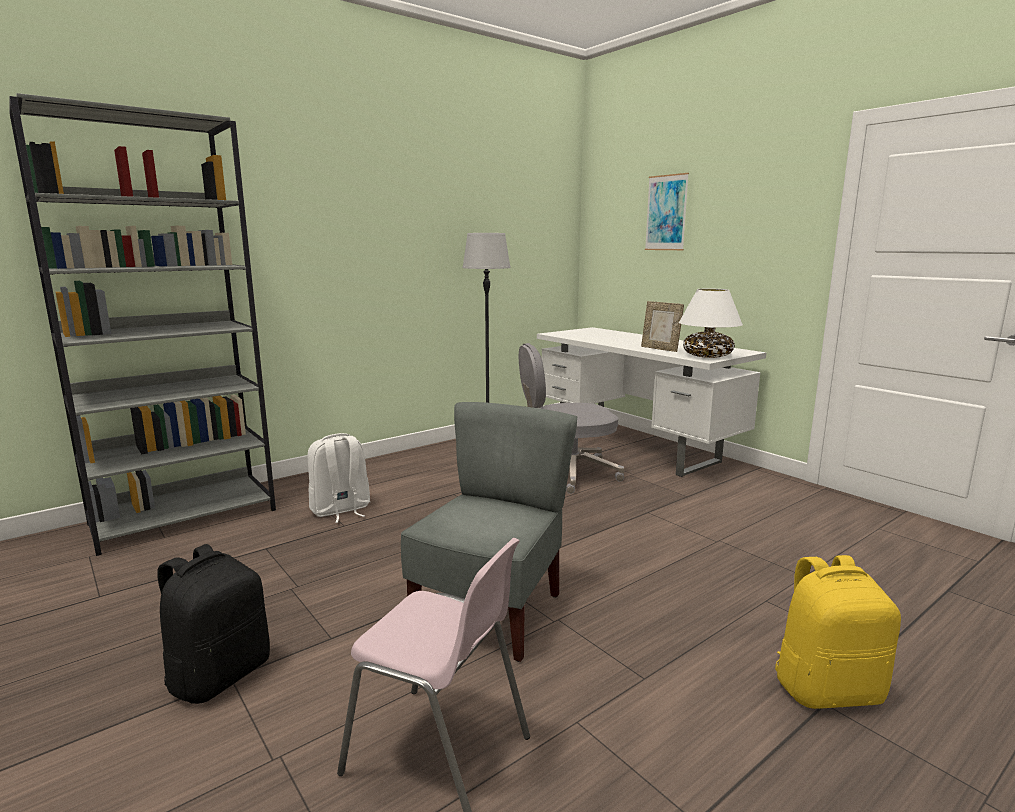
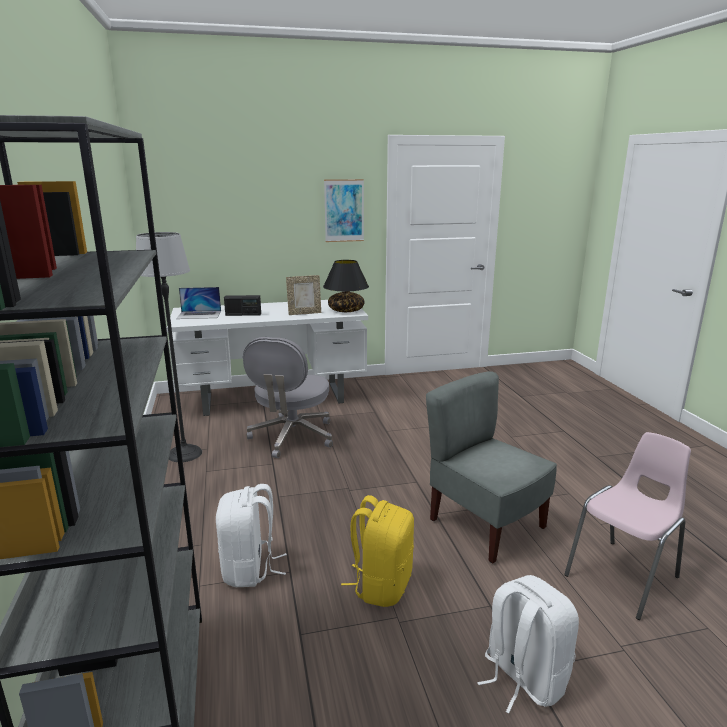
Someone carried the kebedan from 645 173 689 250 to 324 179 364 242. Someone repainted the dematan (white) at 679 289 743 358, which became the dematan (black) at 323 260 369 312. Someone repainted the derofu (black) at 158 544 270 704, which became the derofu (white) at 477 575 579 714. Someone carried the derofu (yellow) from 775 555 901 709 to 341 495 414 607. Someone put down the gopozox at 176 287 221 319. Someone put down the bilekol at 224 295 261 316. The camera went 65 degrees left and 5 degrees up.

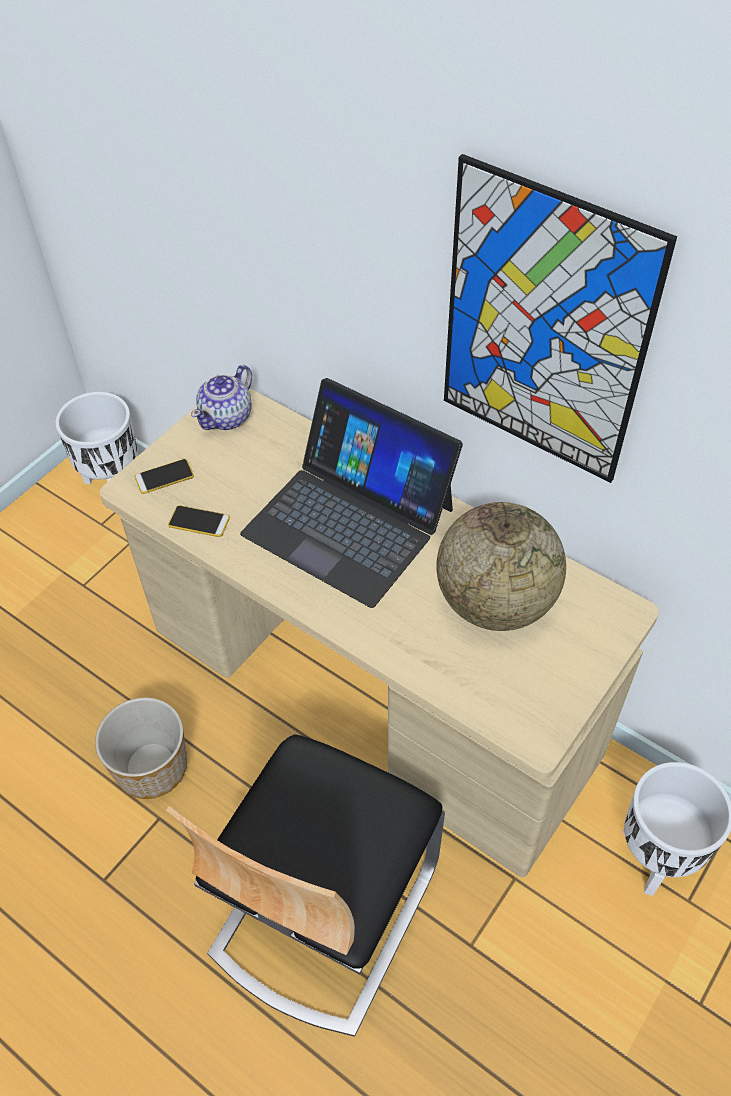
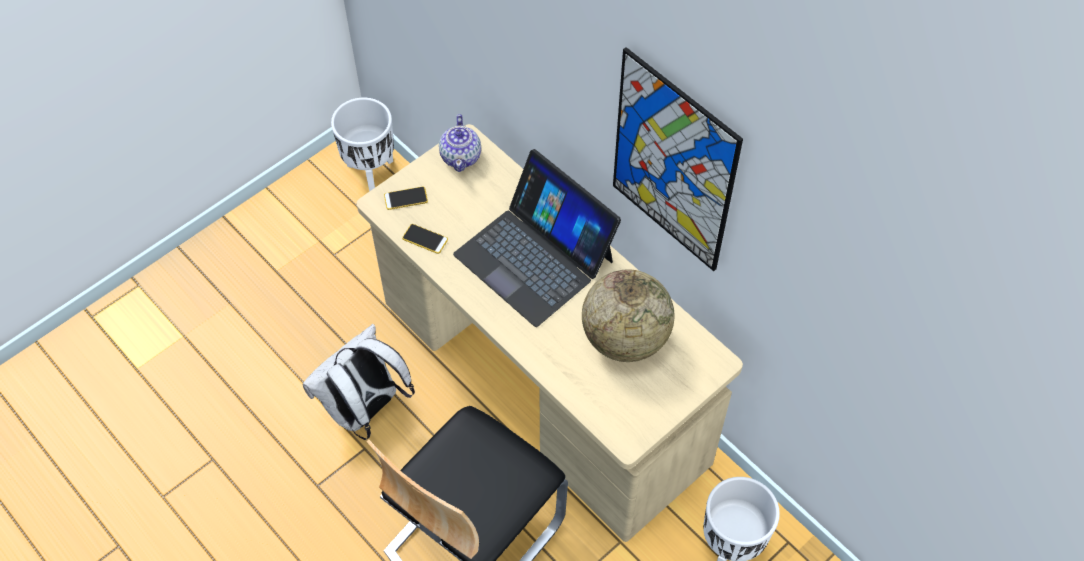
Someone rotated the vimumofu at 191 365 252 430 by 45 degrees counterclockwise. Someone swapped the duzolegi at 95 697 187 799 for the derofu (white) at 303 324 415 440. The camera went 10 degrees right and 5 degrees up.

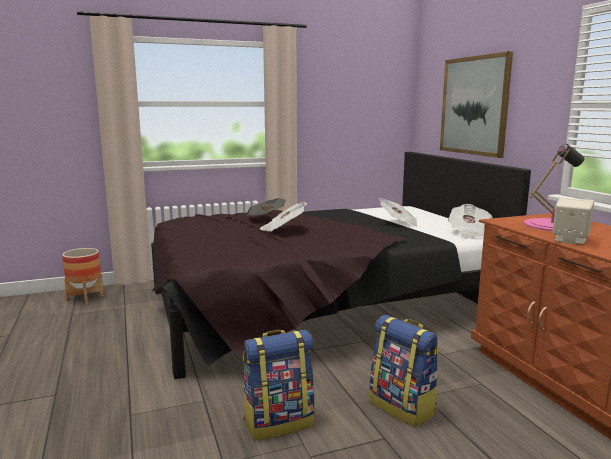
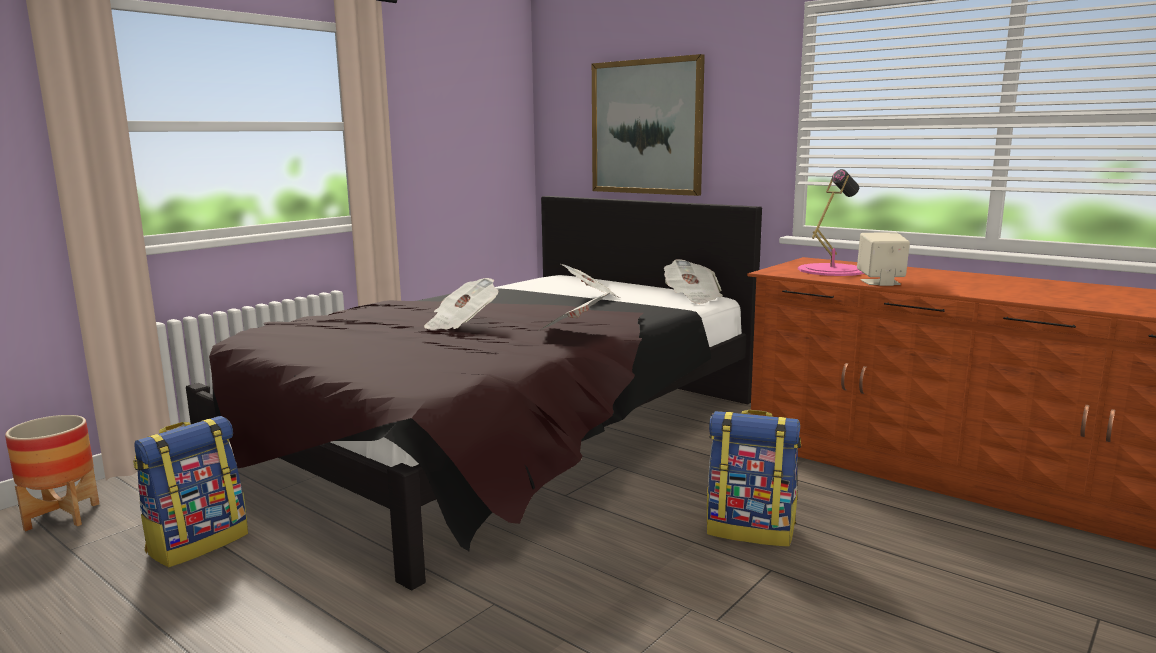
Someone carried the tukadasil from 246 198 286 216 to 538 292 610 331. Someone carried the derofu from 243 330 315 440 to 133 416 248 567. The camera went 30 degrees left and 0 degrees up.

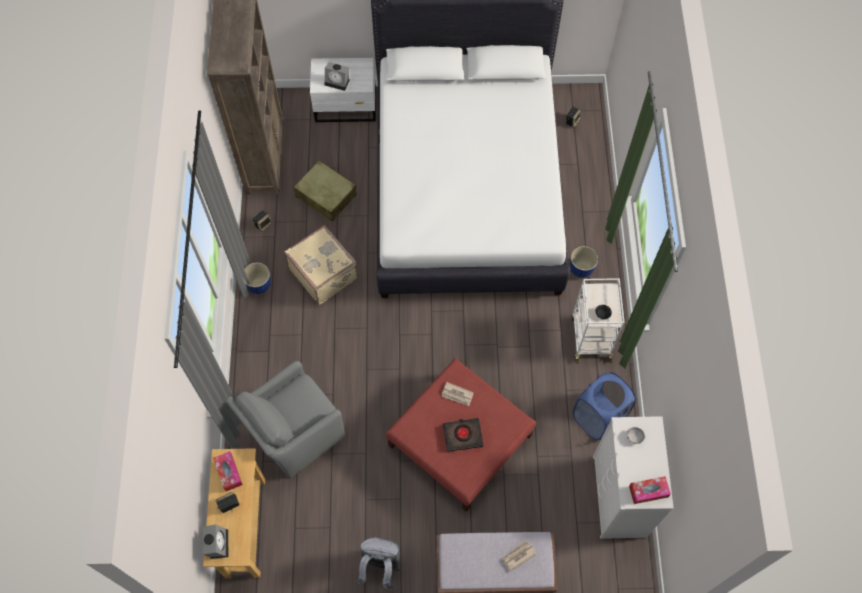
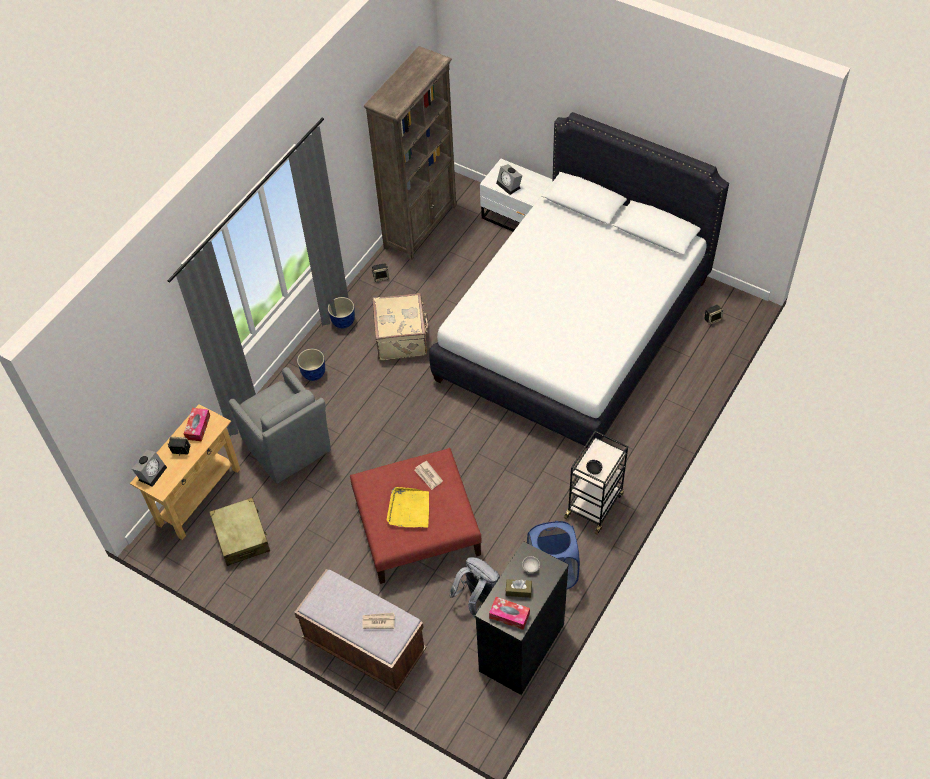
Someone carried the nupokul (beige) from 294 161 357 222 to 210 497 270 566. Someone carried the duzolegi from 570 246 598 278 to 297 349 325 381. Someone repainted the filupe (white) at 571 278 625 364, which became the filupe (black) at 564 431 628 535. Someone rotated the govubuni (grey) at 226 361 345 478 by 120 degrees counterclockwise. Someone repainted the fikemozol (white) at 593 416 674 539, which became the fikemozol (black) at 475 541 569 695. Someone swapped the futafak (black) at 443 418 484 452 for the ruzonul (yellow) at 386 487 429 528. Someone carried the derofu (grey) from 357 536 401 591 to 449 557 500 618. Someone put down the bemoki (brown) at 506 579 532 598. The camera went 35 degrees right and 10 degrees down.

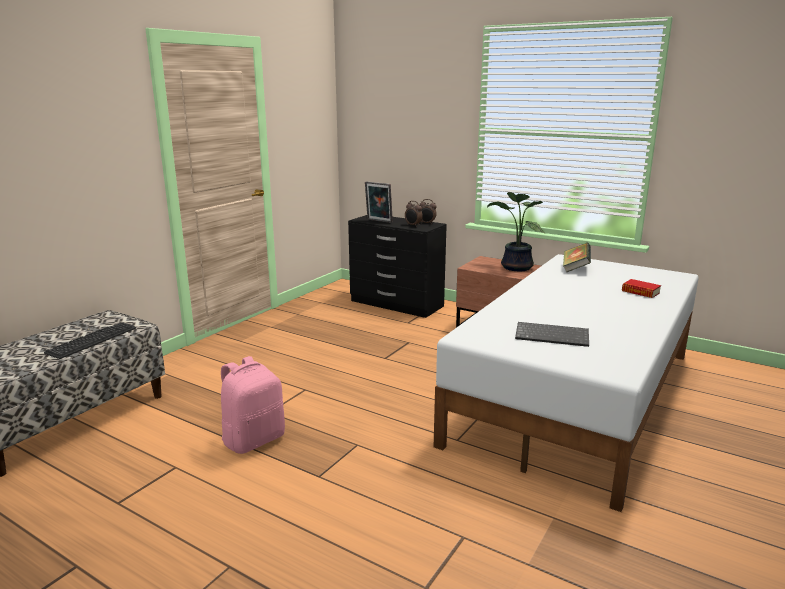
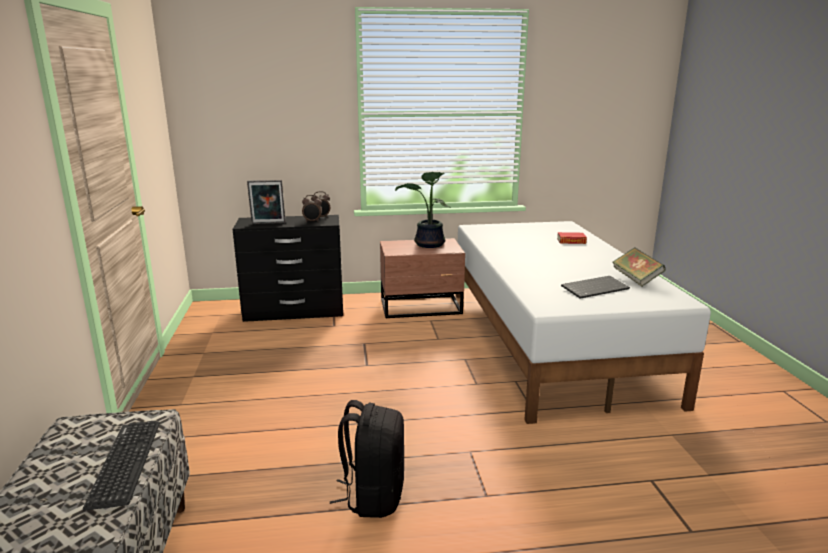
Someone carried the futafak from 563 243 591 273 to 613 247 666 286. Someone repainted the derofu (pink) at 221 356 285 454, which became the derofu (black) at 330 400 404 518. The camera went 40 degrees left and 0 degrees up.

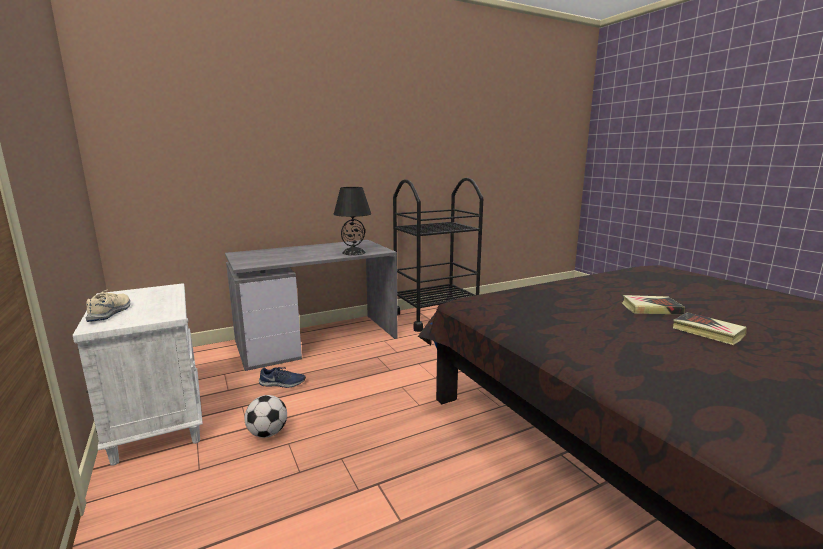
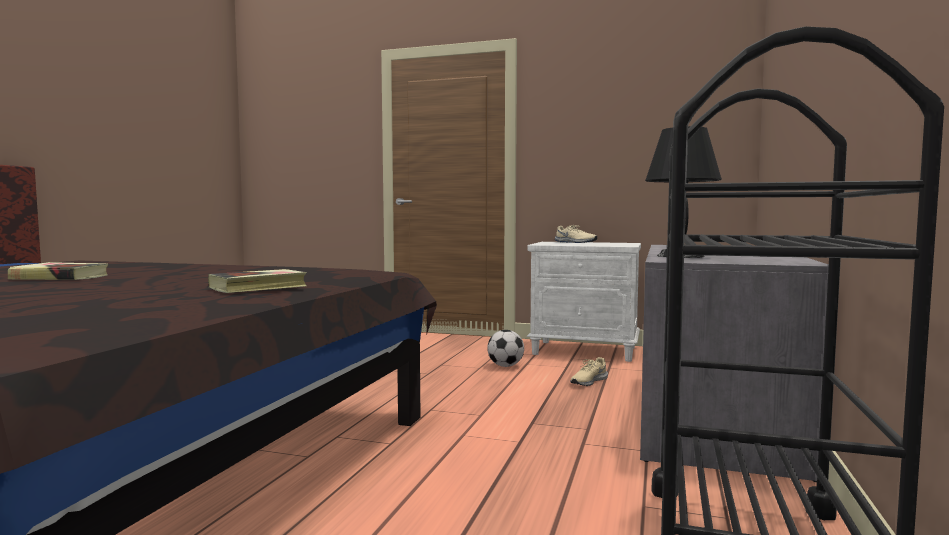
Someone carried the futafak from 622 295 685 314 to 208 269 307 293. Someone repainted the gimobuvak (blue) at 259 367 306 388, which became the gimobuvak (beige) at 570 357 608 386. The camera went 135 degrees right and 10 degrees down.

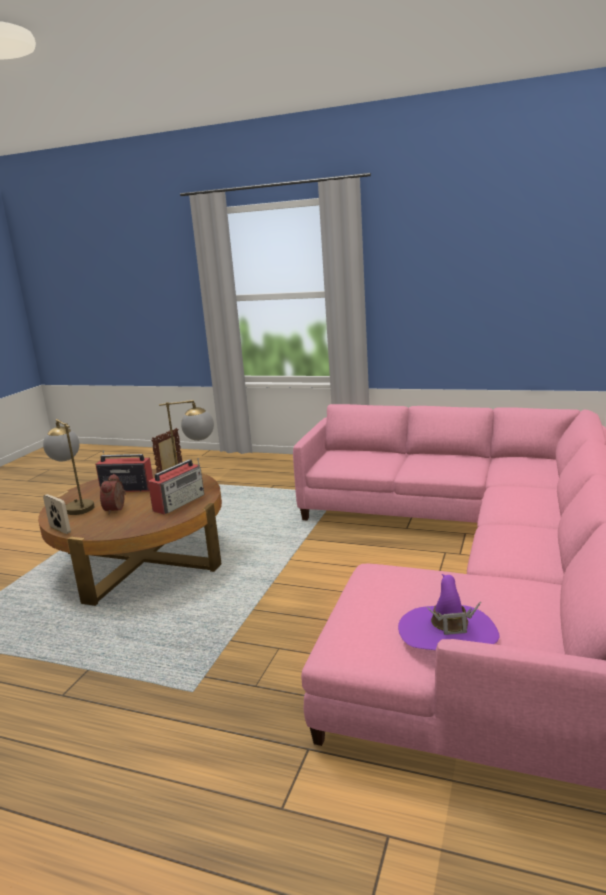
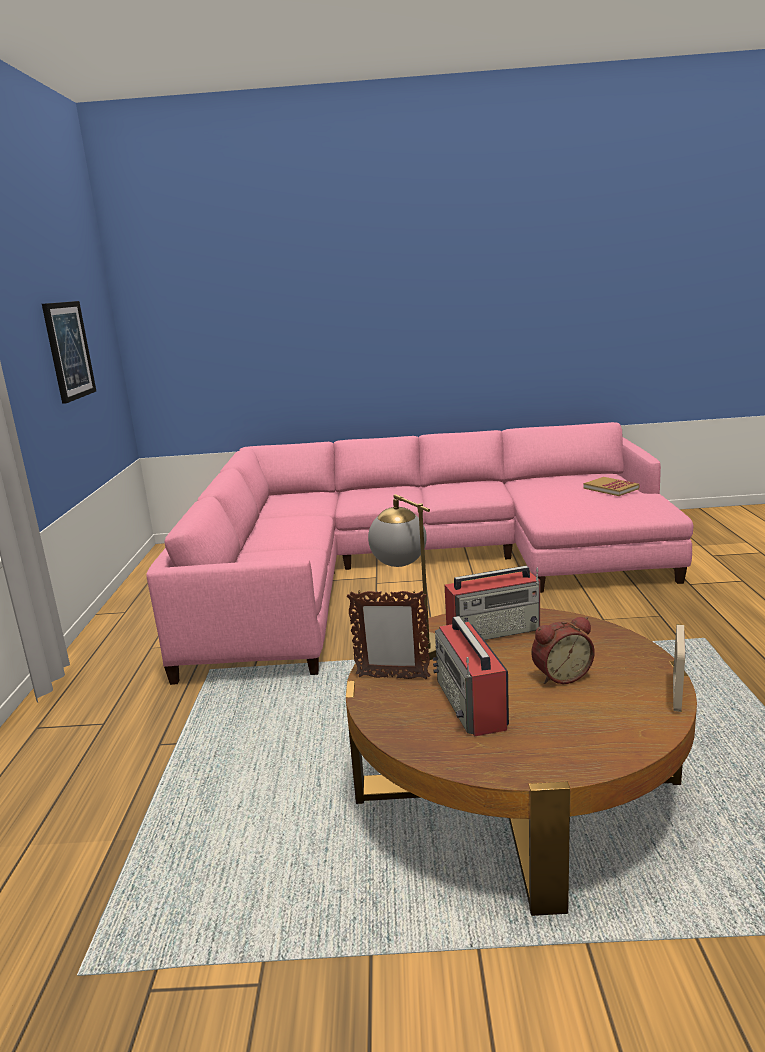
Someone took away the dematan at 43 419 95 515. Someone rotated the bilekol at 148 458 204 515 by 150 degrees clockwise. Someone swapped the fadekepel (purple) at 398 574 500 650 for the futafak at 584 477 640 496. Someone put up the kebedan at 42 301 96 404. The camera went 110 degrees left and 0 degrees up.

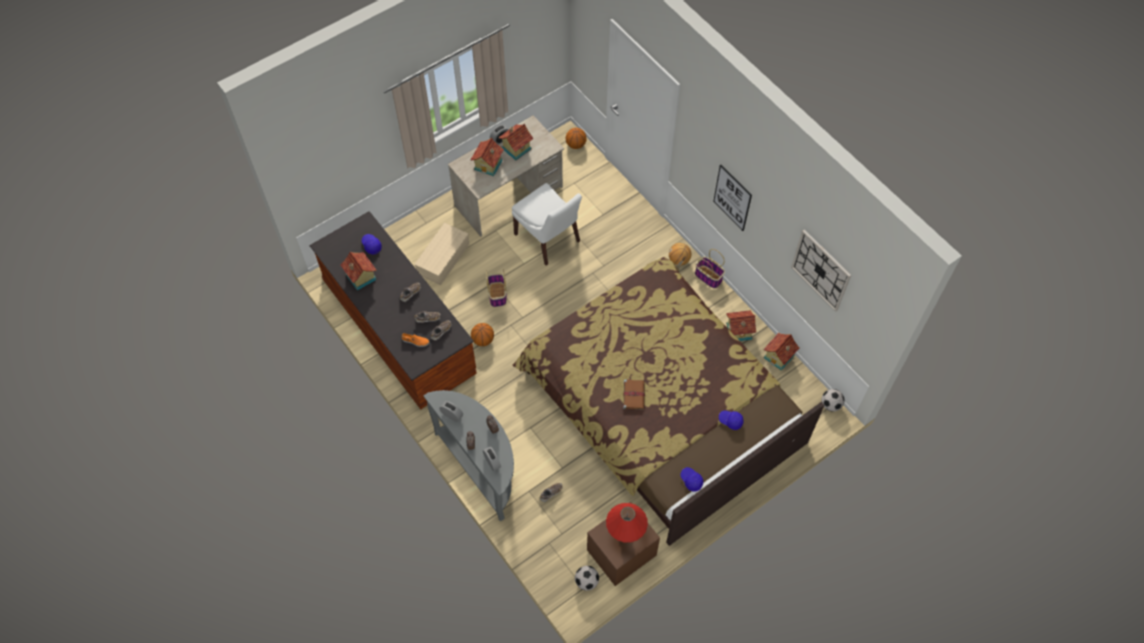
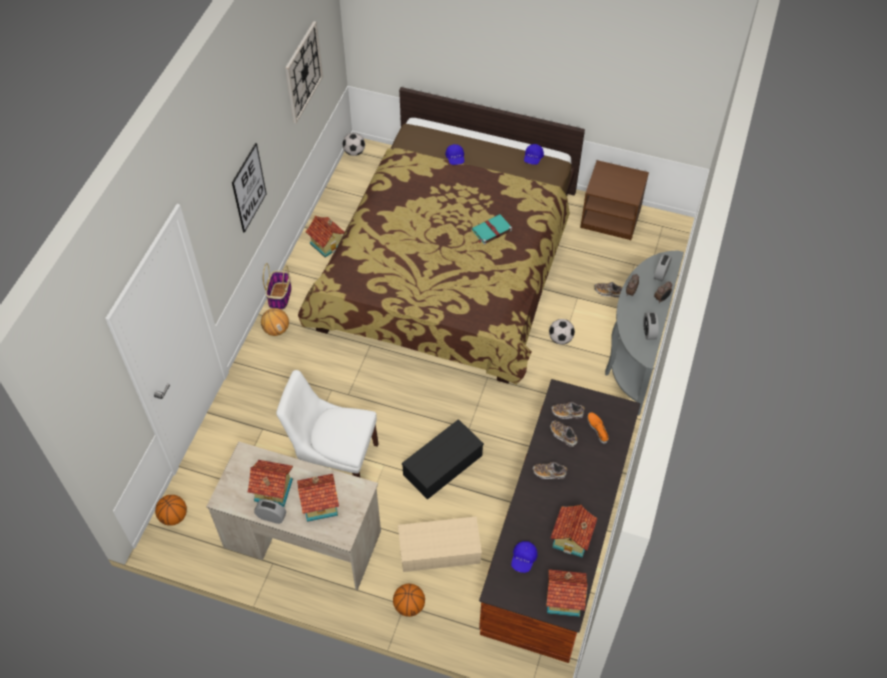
Someone rotated the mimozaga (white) at 512 183 582 266 by 90 degrees counterclockwise. Someone swapped the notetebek at 486 269 507 307 for the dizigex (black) at 402 419 484 500. Someone carried the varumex from 471 323 494 346 to 393 584 425 617. Someone carried the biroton from 763 333 799 370 to 546 569 588 617. Someone repainted the futafak (brown) at 623 379 645 410, which became the futafak (turquoise) at 472 214 512 245. Someone took away the dematan (red) at 606 503 648 543. Someone carried the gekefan from 575 566 599 591 to 549 319 575 345. The camera went 125 degrees left and 5 degrees down.

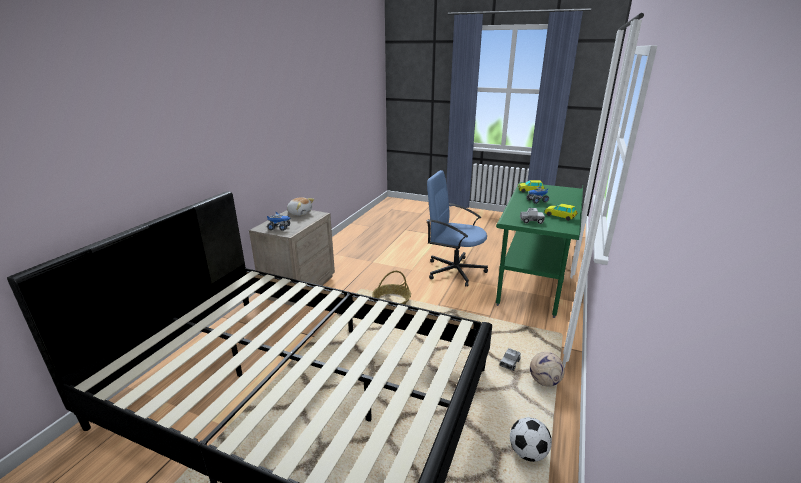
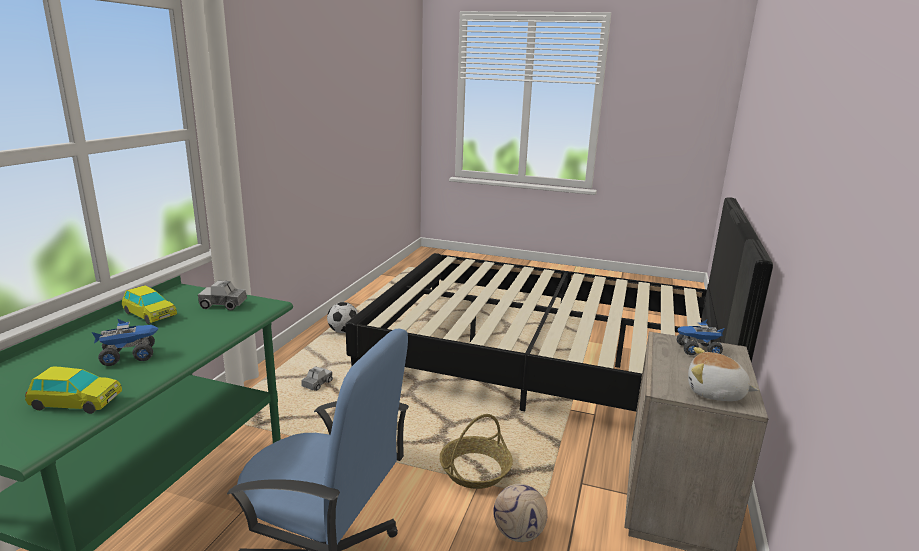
Someone carried the gekefan from 530 352 565 387 to 493 484 548 542. The camera went 175 degrees right and 5 degrees down.

